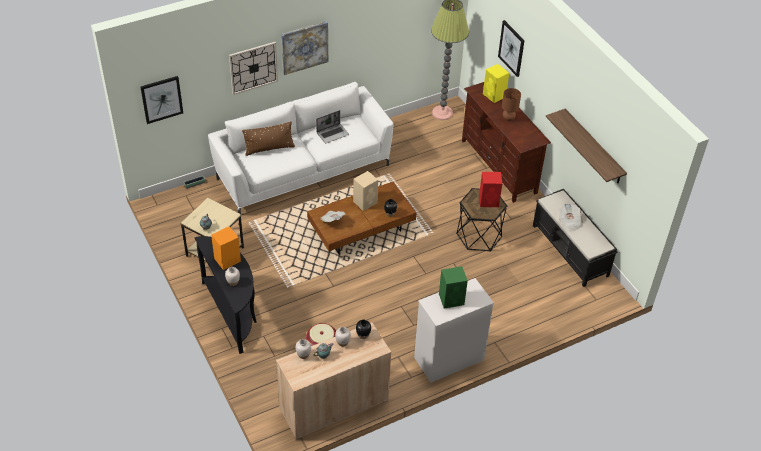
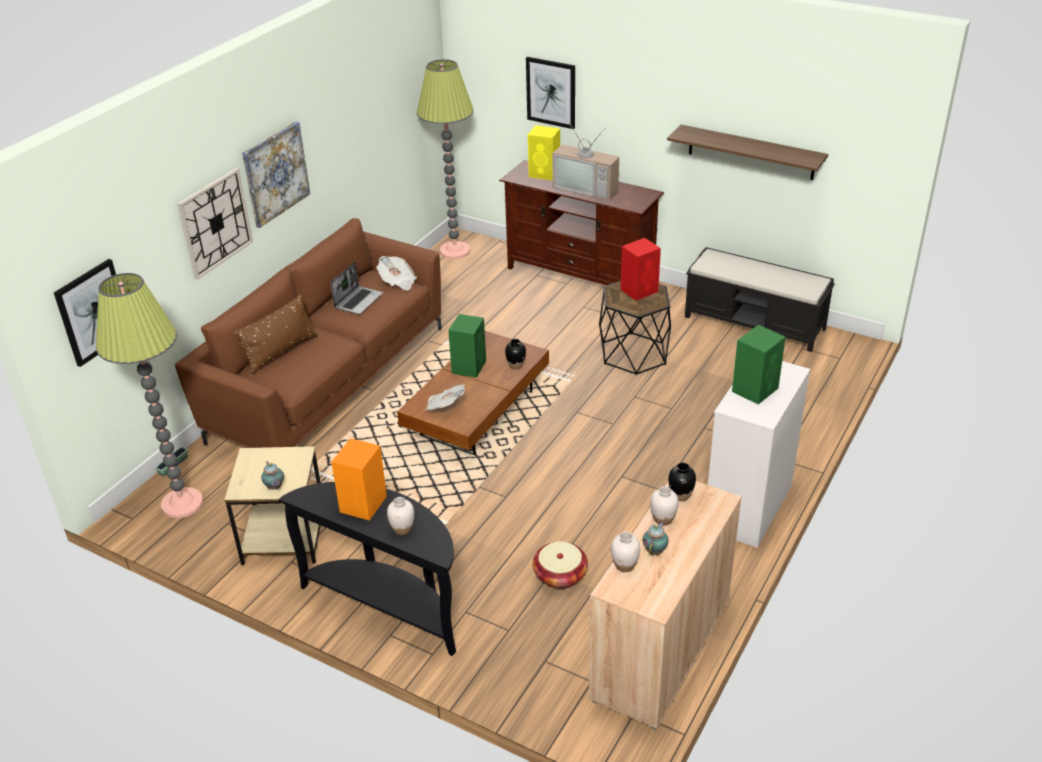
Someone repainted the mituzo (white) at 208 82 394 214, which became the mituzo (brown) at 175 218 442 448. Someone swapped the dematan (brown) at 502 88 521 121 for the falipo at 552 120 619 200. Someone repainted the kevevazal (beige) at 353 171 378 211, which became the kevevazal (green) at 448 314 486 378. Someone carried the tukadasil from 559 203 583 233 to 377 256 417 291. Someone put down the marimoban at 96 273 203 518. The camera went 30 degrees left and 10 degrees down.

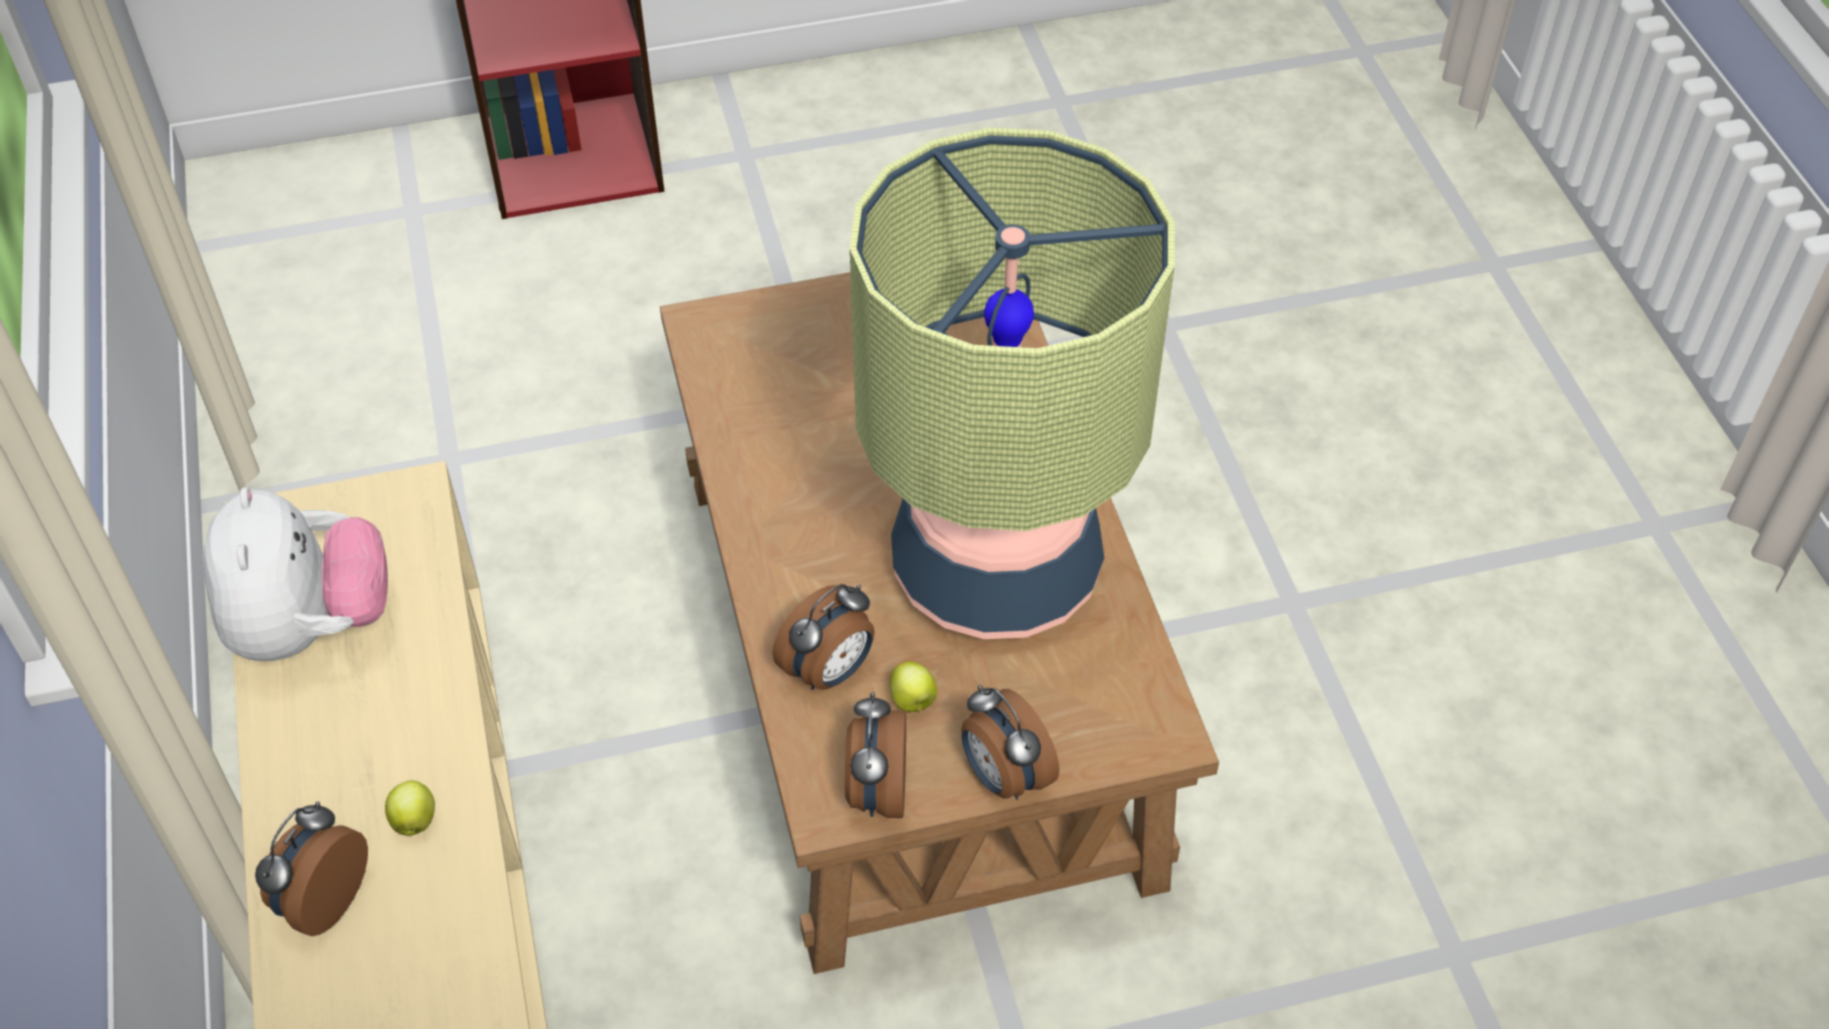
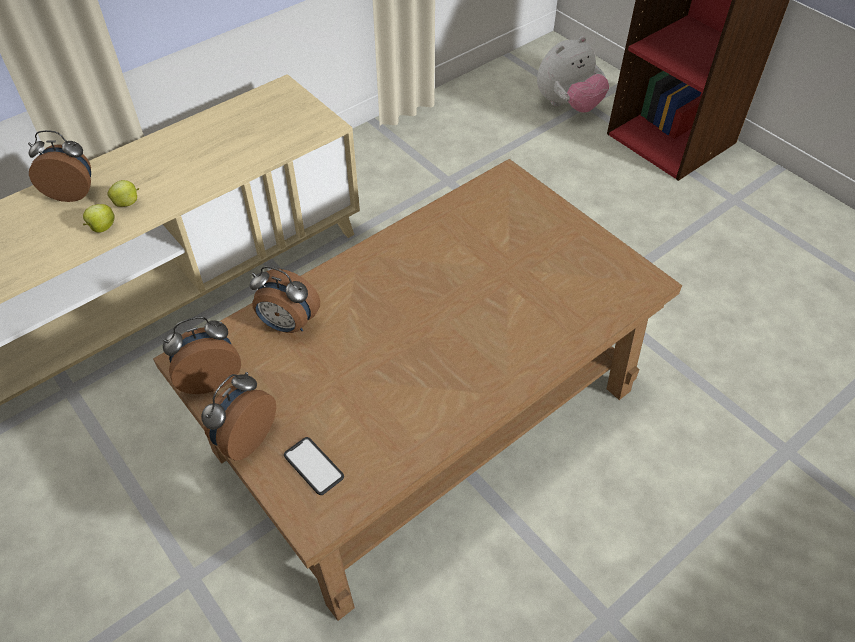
Someone took away the dematan at 850 128 1175 639. Someone carried the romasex from 204 487 388 661 to 537 36 609 113. Someone carried the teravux from 890 661 937 712 to 83 204 115 233. Someone put down the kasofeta at 284 437 344 495. The camera went 65 degrees right and 0 degrees up.

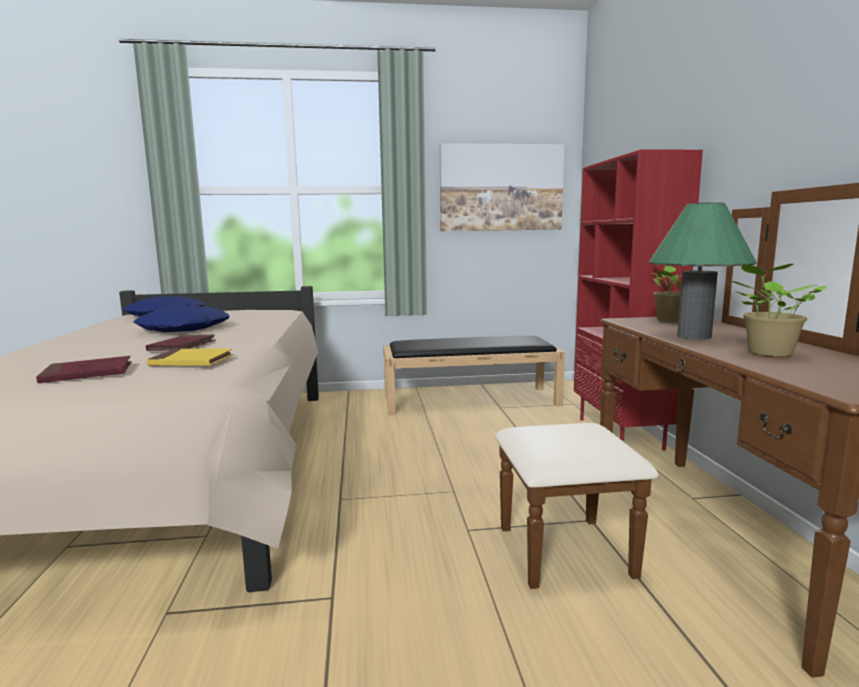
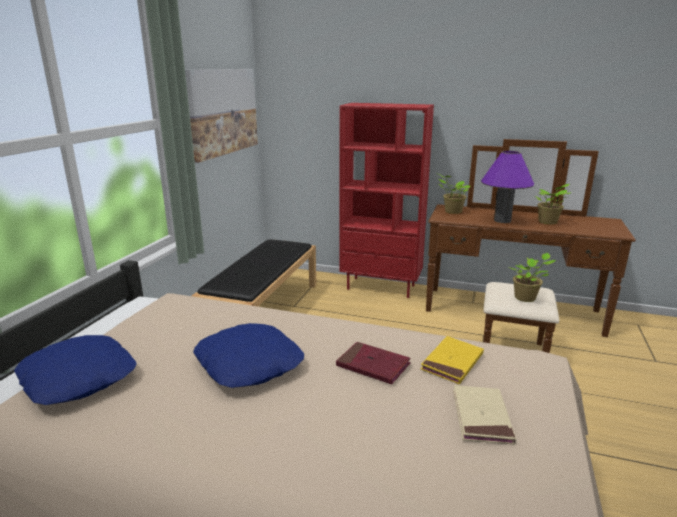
Someone repainted the dematan (green) at 649 202 757 340, which became the dematan (purple) at 481 151 534 223. Someone repainted the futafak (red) at 36 356 132 383, which became the futafak (beige) at 453 385 516 445. Someone put down the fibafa at 507 253 556 302. The camera went 65 degrees left and 10 degrees up.

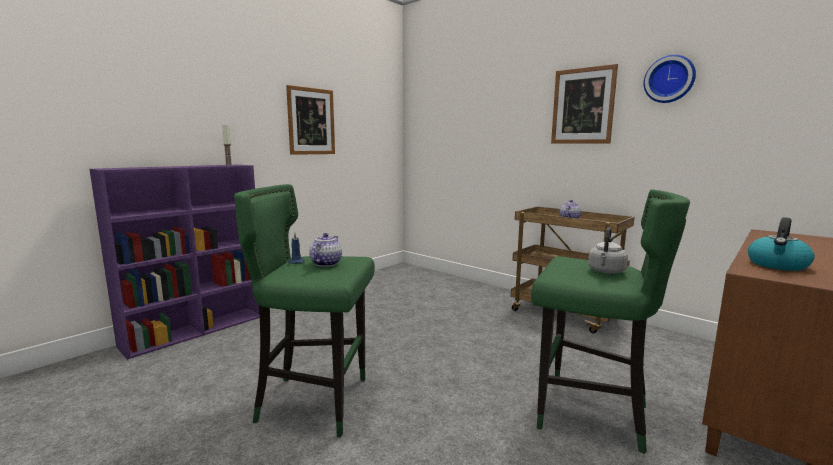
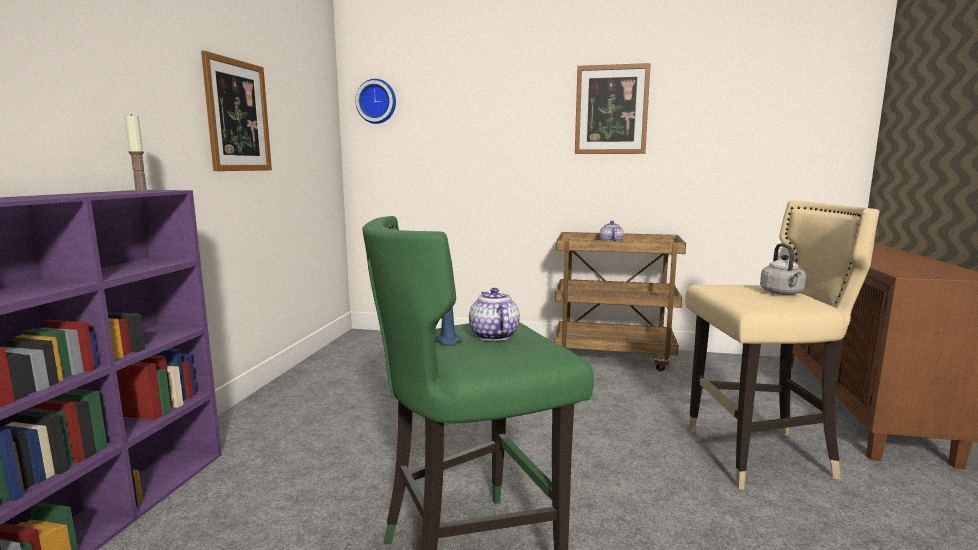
Someone carried the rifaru from 644 55 696 103 to 356 79 396 124. Someone repainted the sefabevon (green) at 531 190 690 454, which became the sefabevon (beige) at 685 200 879 489. Someone took away the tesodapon at 748 217 815 271. The camera went 30 degrees left and 0 degrees up.

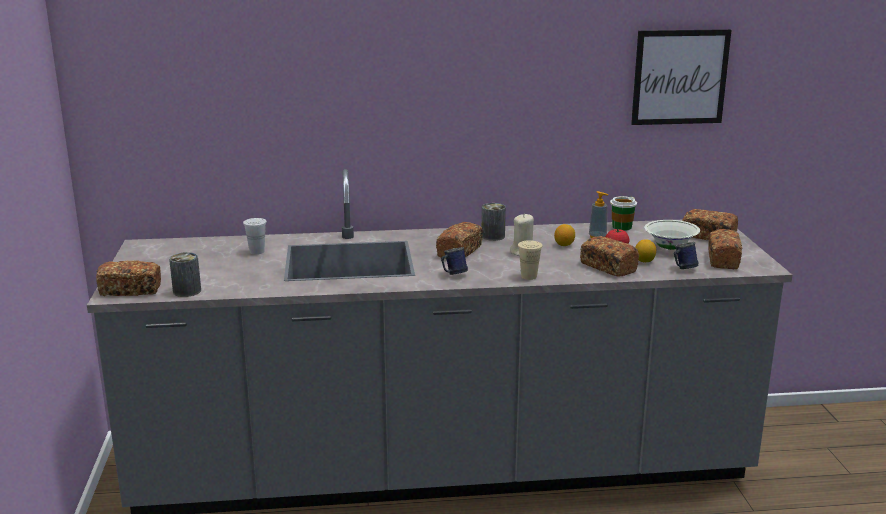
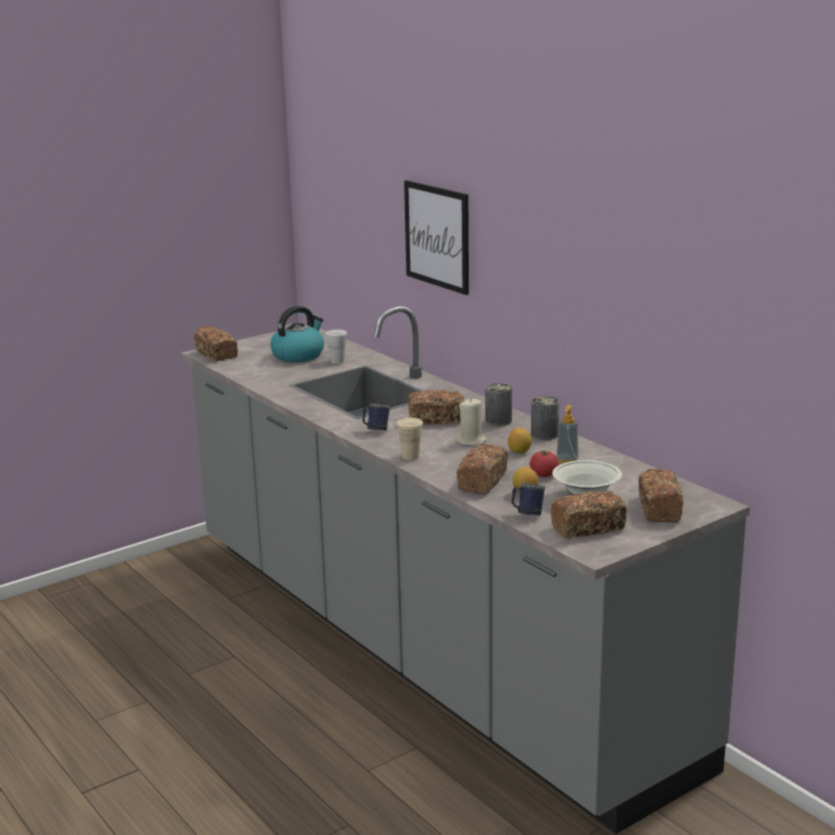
Someone carried the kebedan from 631 29 731 125 to 404 180 469 295. Someone took away the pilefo at 610 196 637 231. Someone carried the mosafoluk from 169 252 201 297 to 531 396 559 440. Someone put down the tesodapon at 270 306 324 362. The camera went 60 degrees right and 0 degrees up.

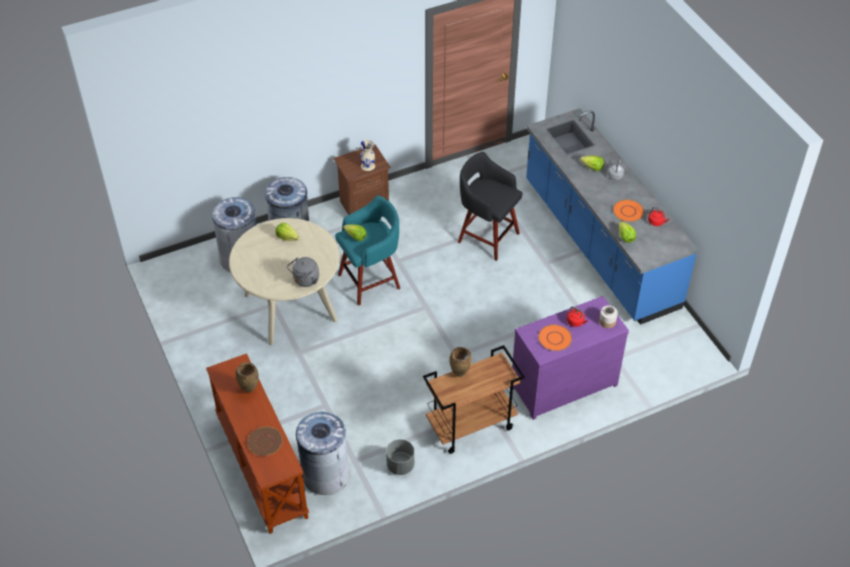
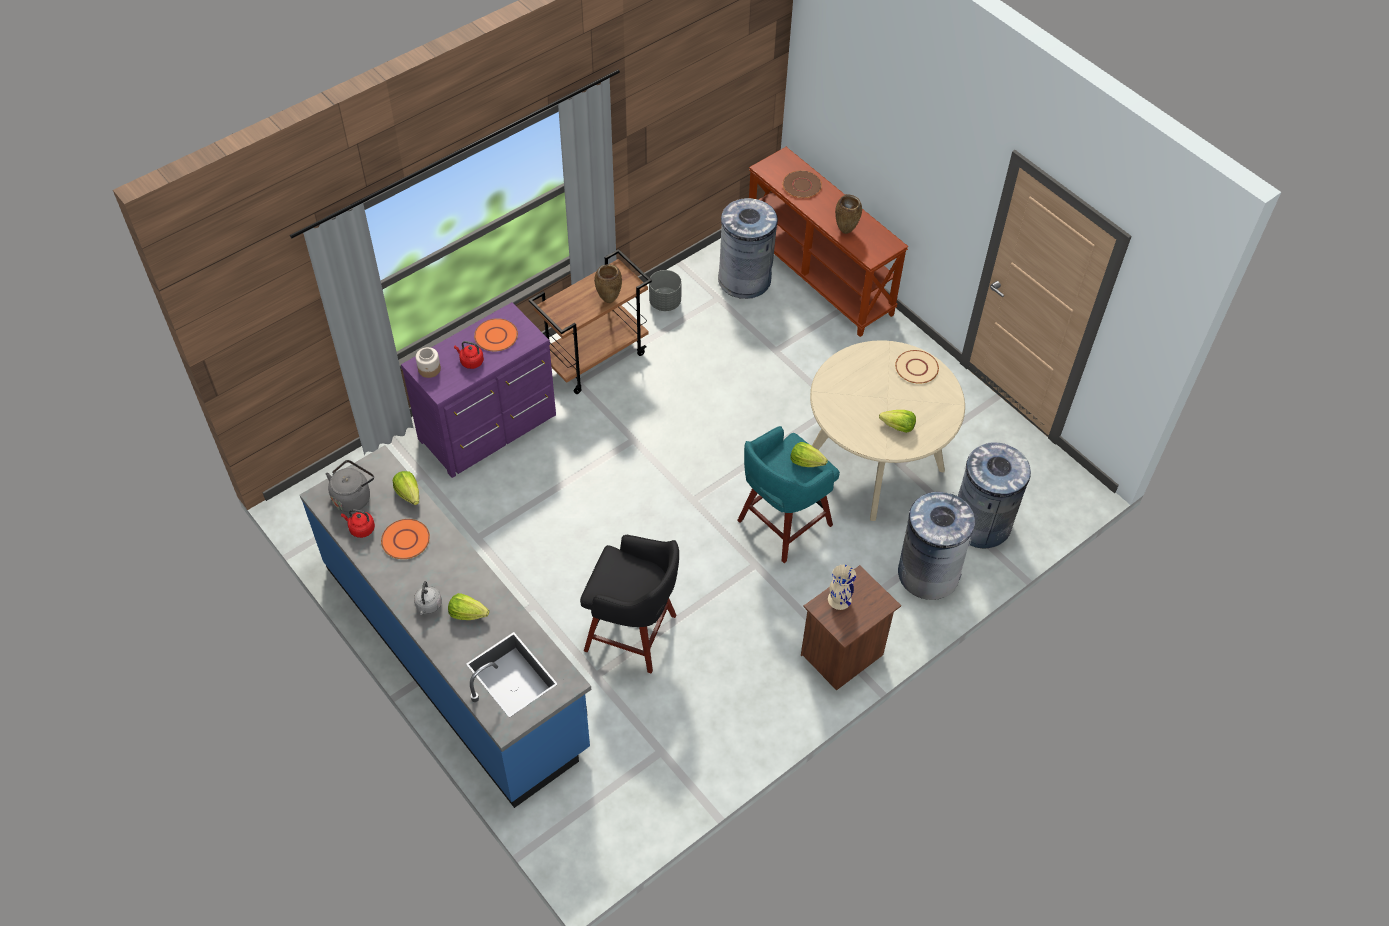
Someone carried the tesodapon (grey) from 287 257 319 287 to 326 460 374 512. Someone put down the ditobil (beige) at 895 350 939 384. The camera went 165 degrees right and 5 degrees up.

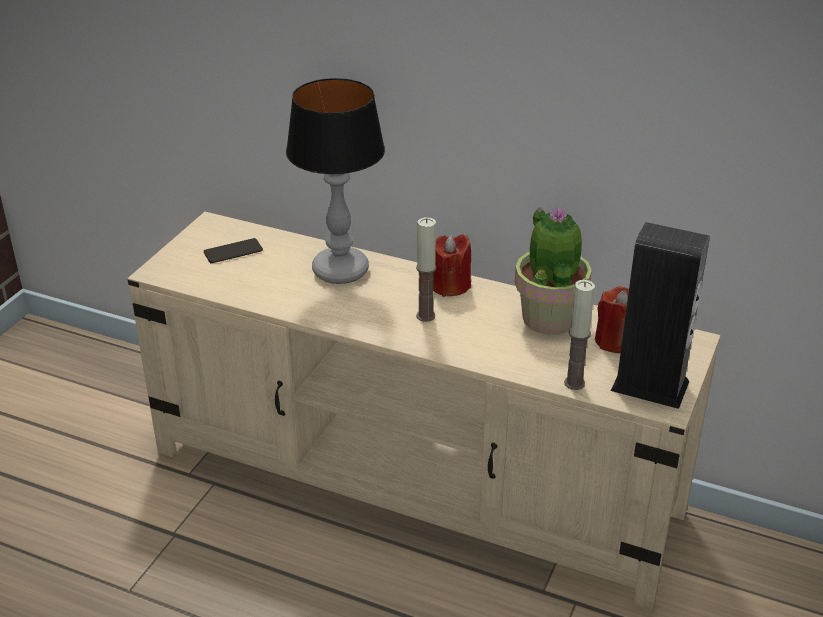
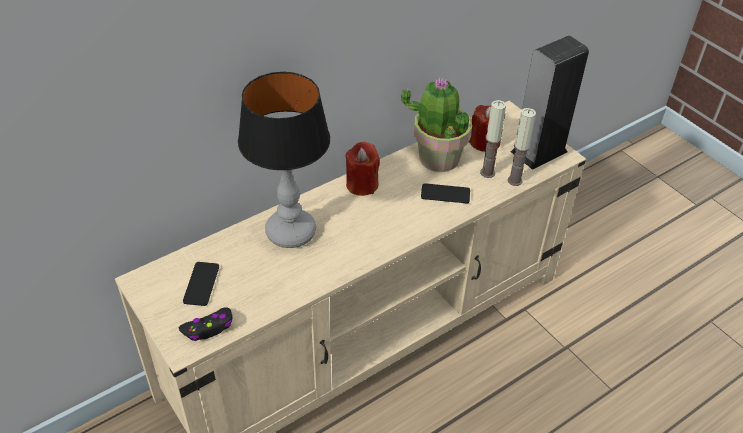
Someone carried the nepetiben from 416 217 436 322 to 480 100 506 178. Someone put down the kasofeta at 421 183 470 203. Someone put down the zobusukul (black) at 179 307 232 341. The camera went 60 degrees left and 10 degrees up.

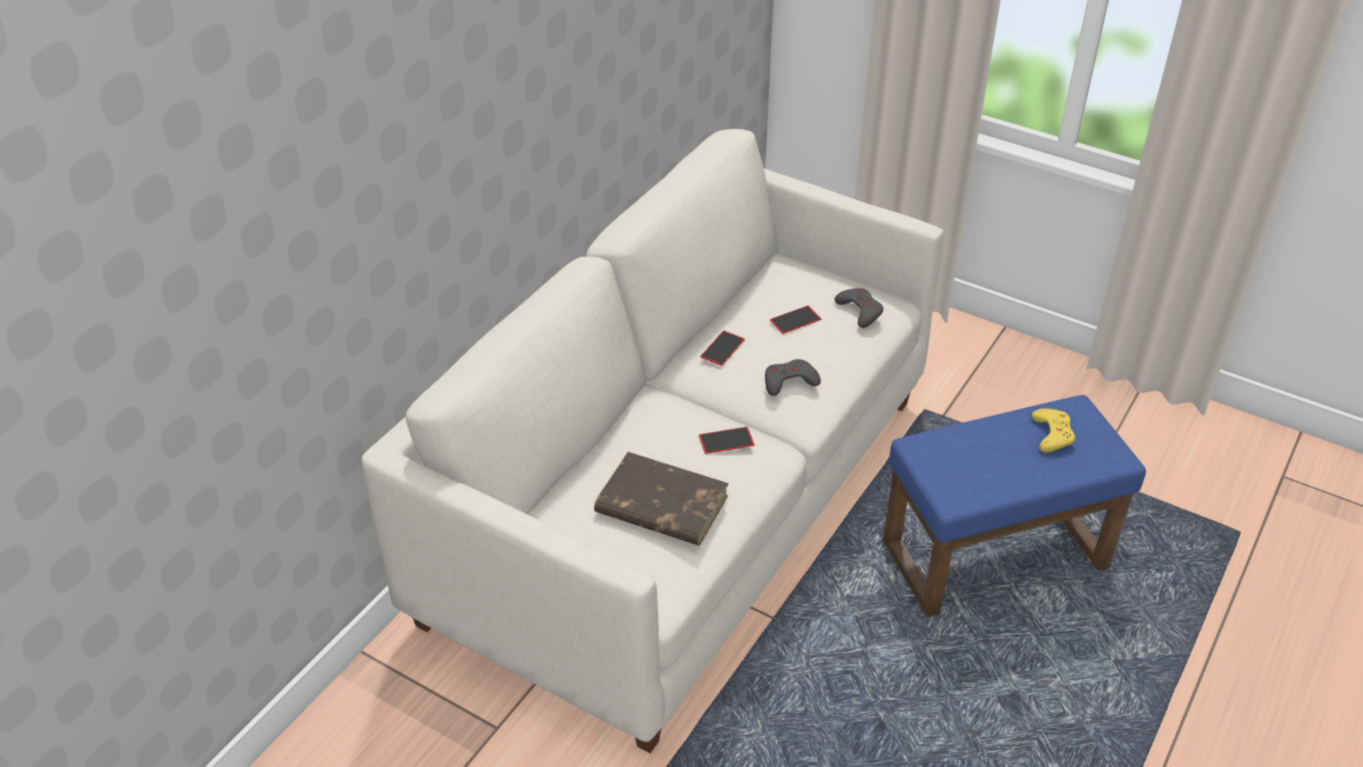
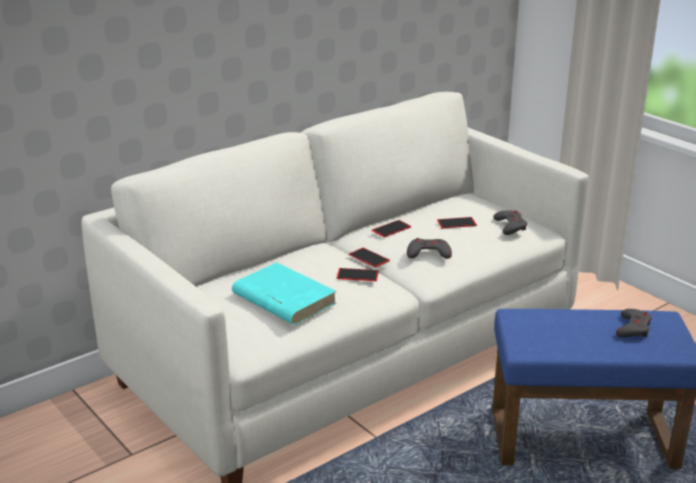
Someone repainted the zobusukul (yellow) at 1032 408 1075 452, which became the zobusukul (grey) at 616 309 652 338. Someone repainted the futafak (brown) at 594 452 729 546, which became the futafak (turquoise) at 232 262 337 325. Someone put down the kasofeta at 349 248 390 267. The camera went 20 degrees right and 15 degrees down.

